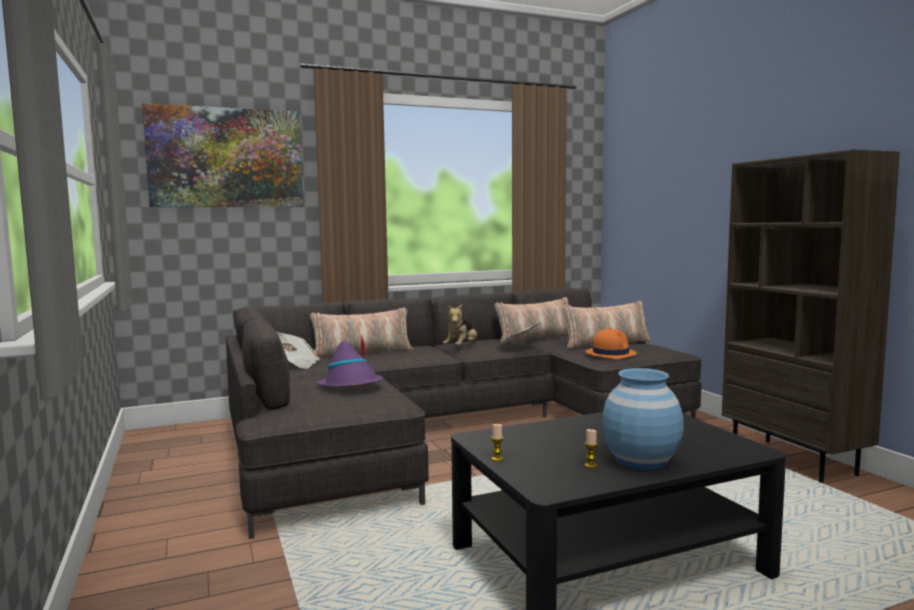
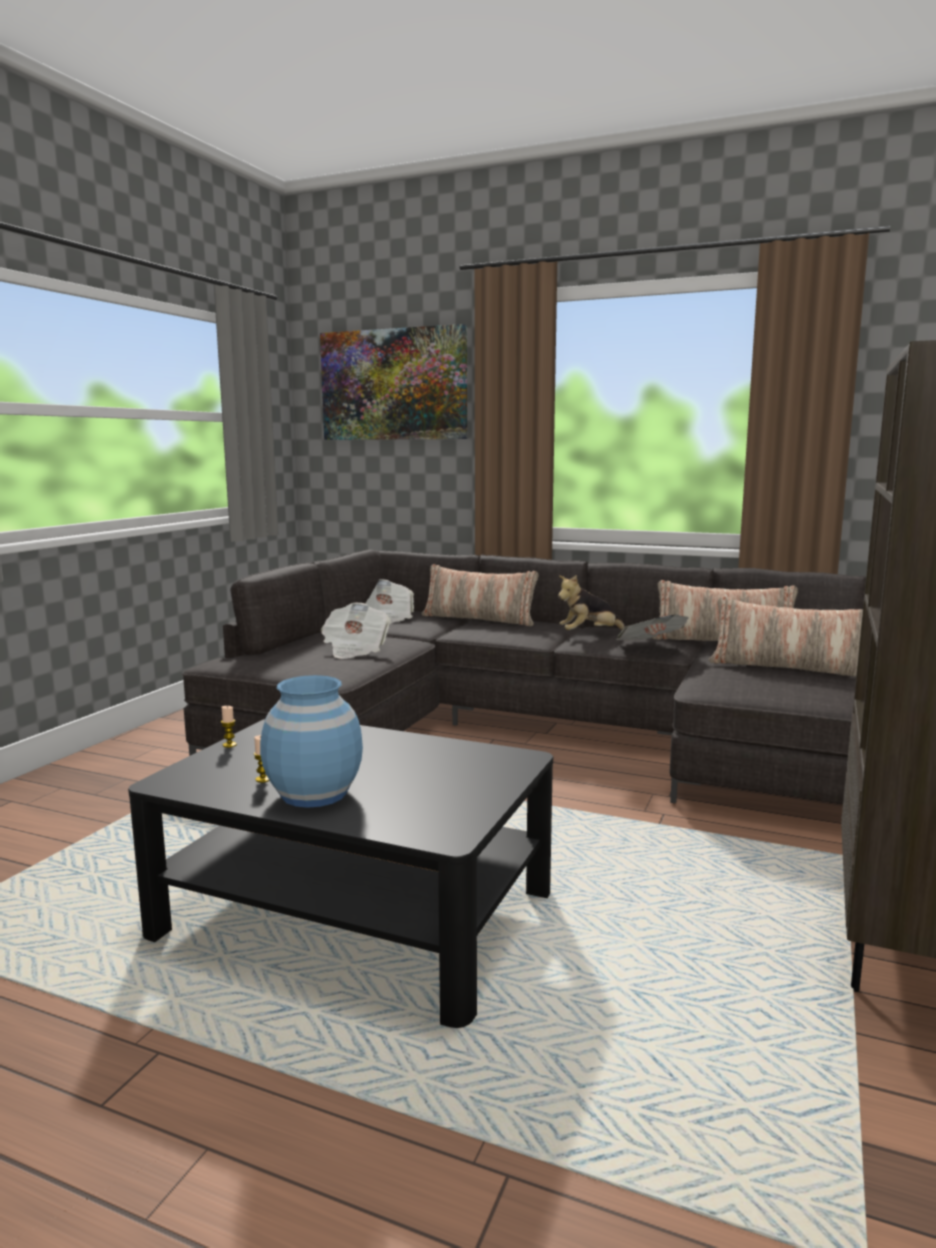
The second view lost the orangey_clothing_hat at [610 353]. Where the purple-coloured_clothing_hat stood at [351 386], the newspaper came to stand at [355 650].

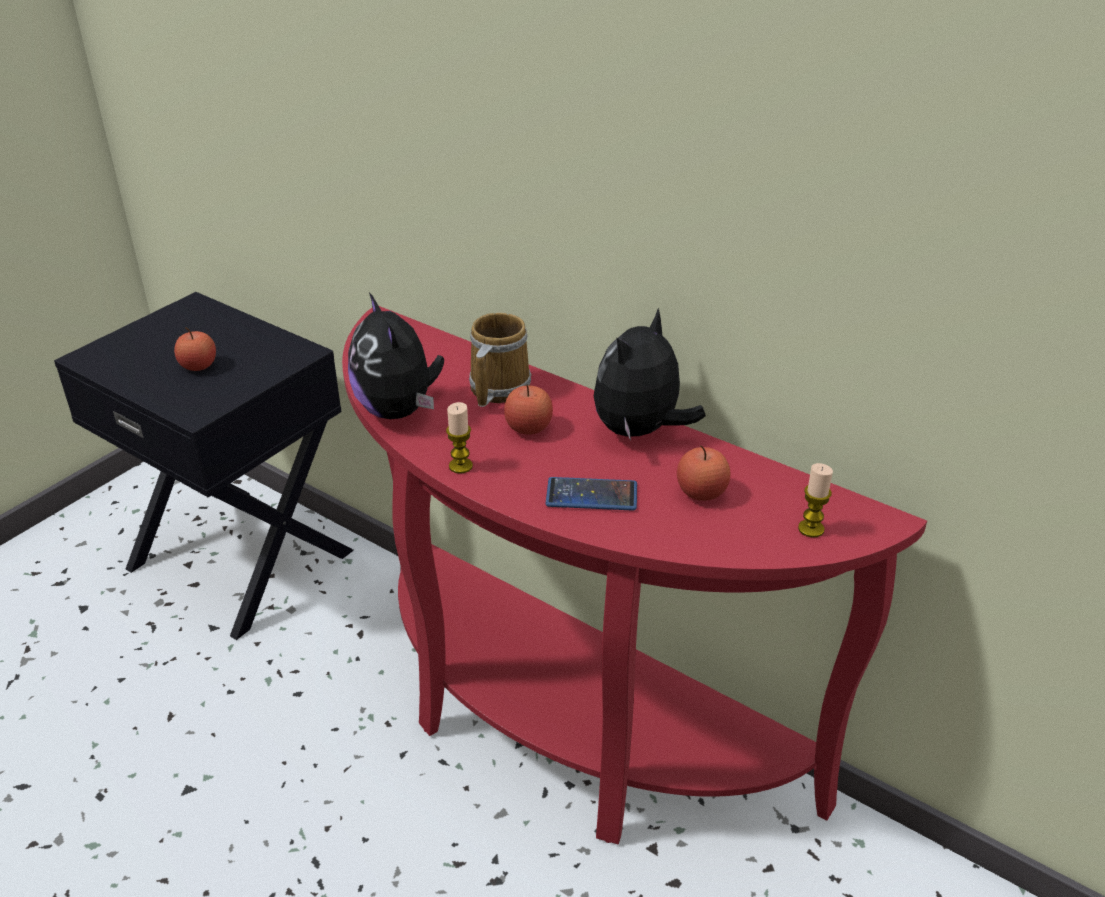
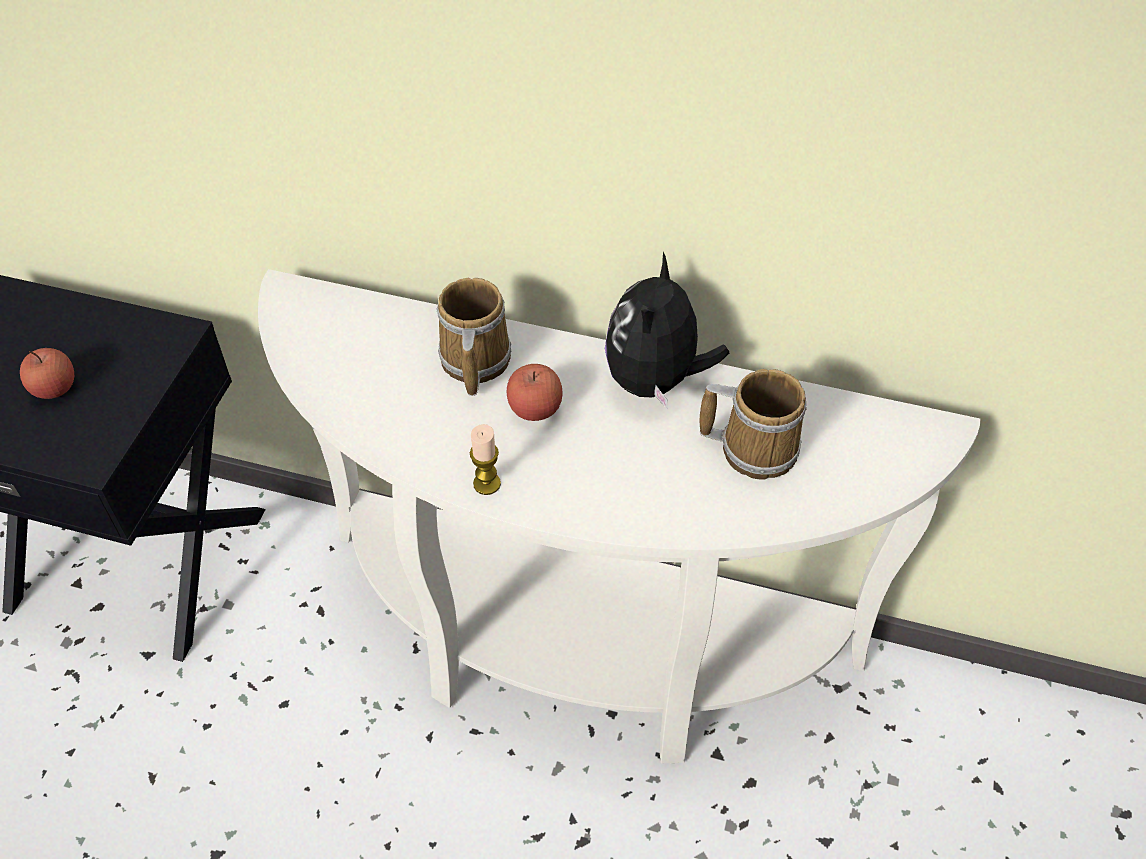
The second view lost the plush_toy at [399 410]. What was the red_hall_table at [560 725] turned into the whitish_hall_table at [576 651]. Where the apple_fruit stood at [701 492], the coffee_mug came to stand at [754 446]. The second view lost the candle at [811 529]. The second view lost the handset at [591 495].

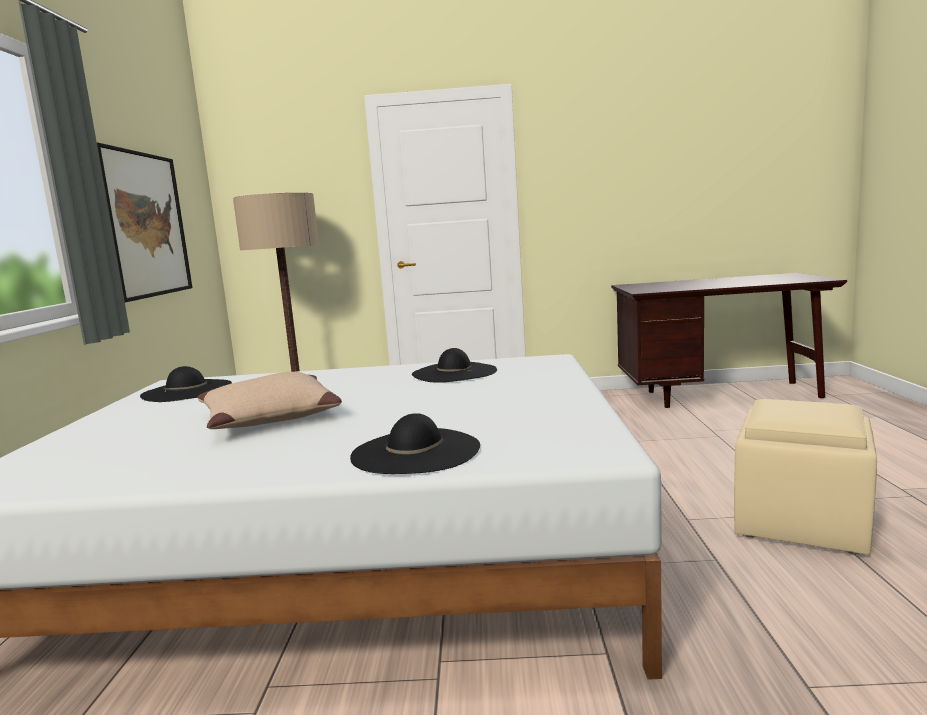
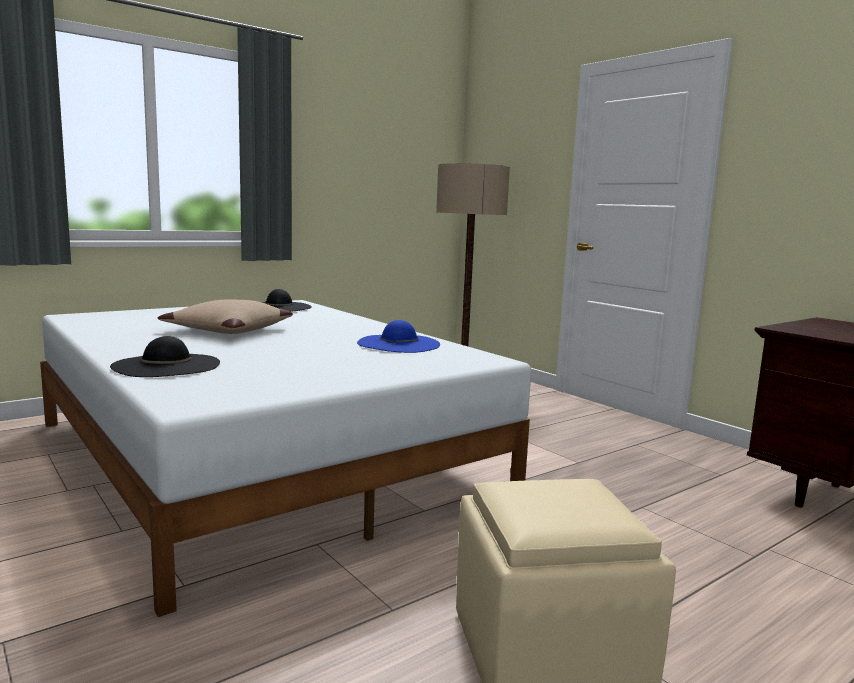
The second view lost the picture at [144 225]. What was the black_clothing_hat at [454 372] turned into the blue_clothing_hat at [399 344].

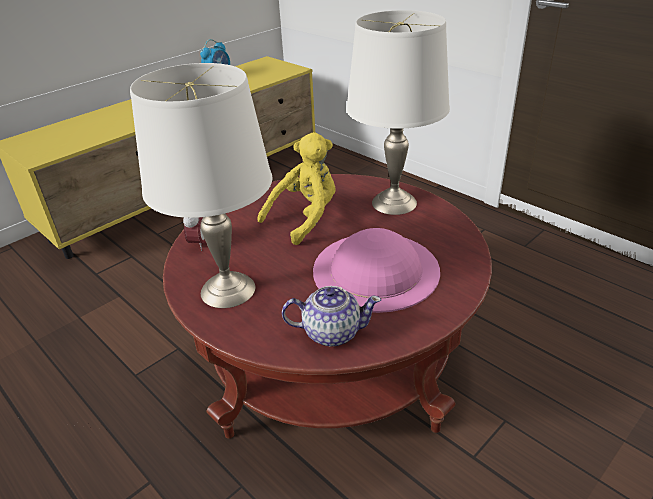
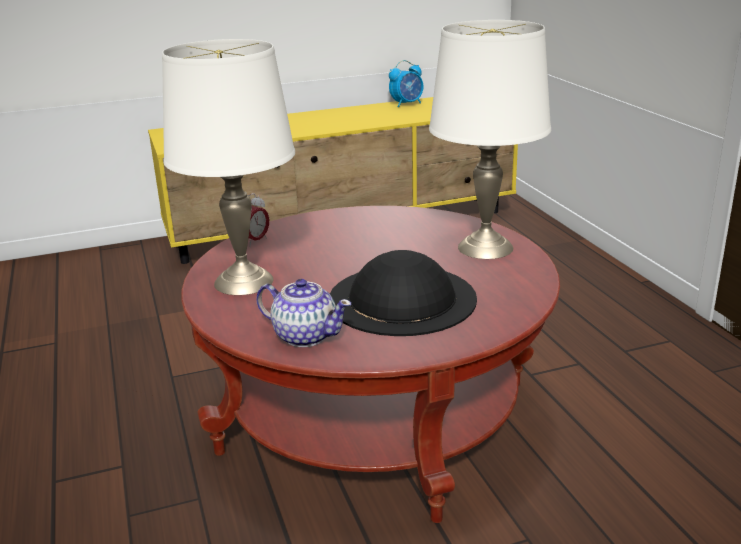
The second view lost the yellowish_plush_toy at [305 218]. What was the pink_clothing_hat at [375 270] turned into the black_clothing_hat at [401 298].

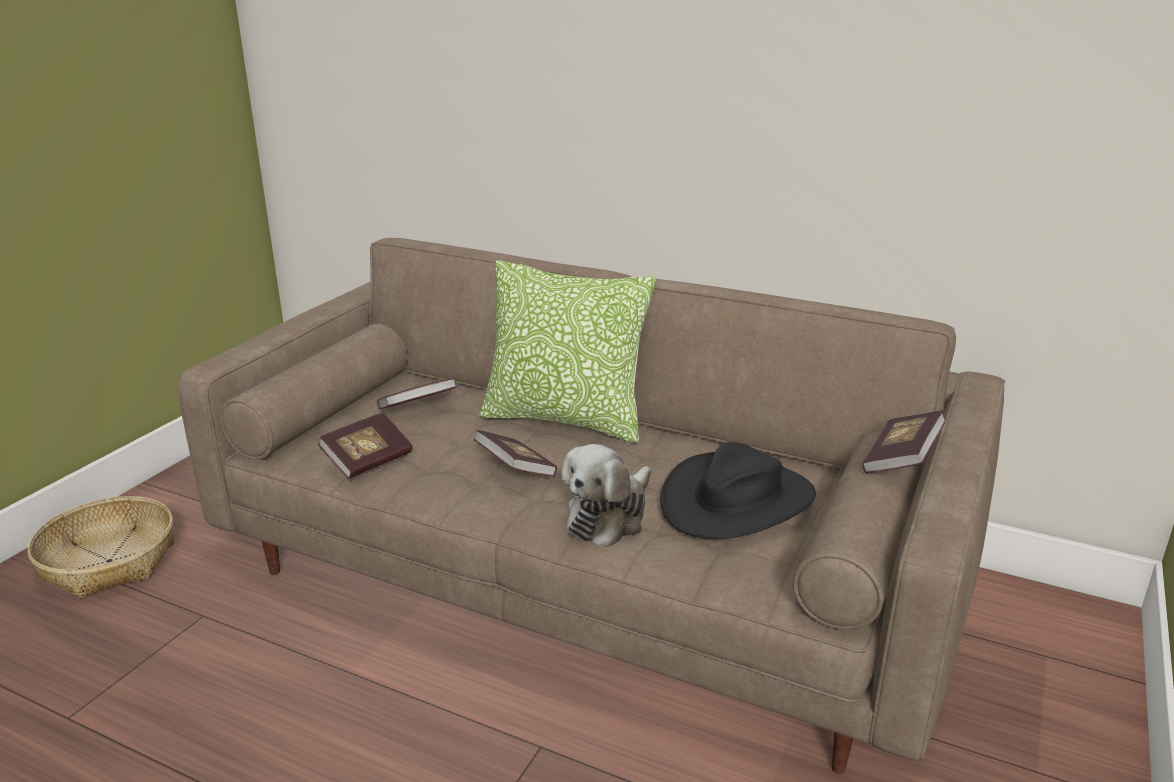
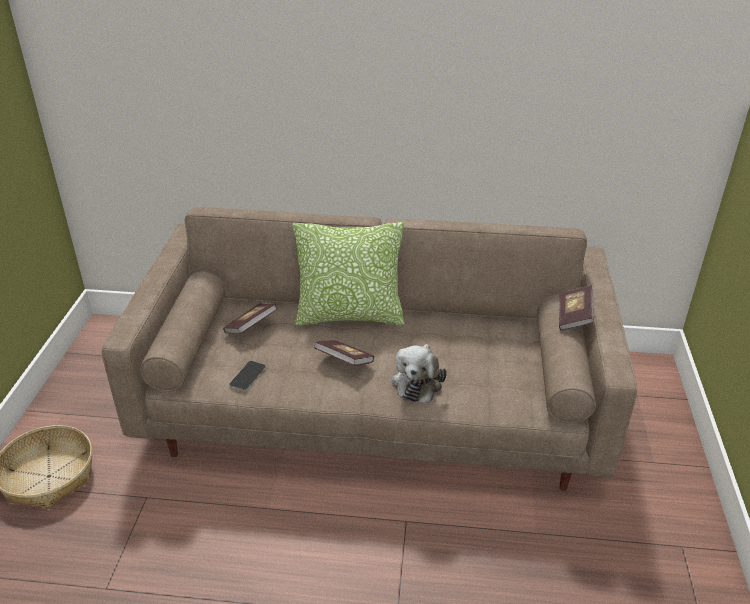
Where the book stood at [368 461], the handset came to stand at [247 376]. The second view lost the black_clothing_hat at [737 500].

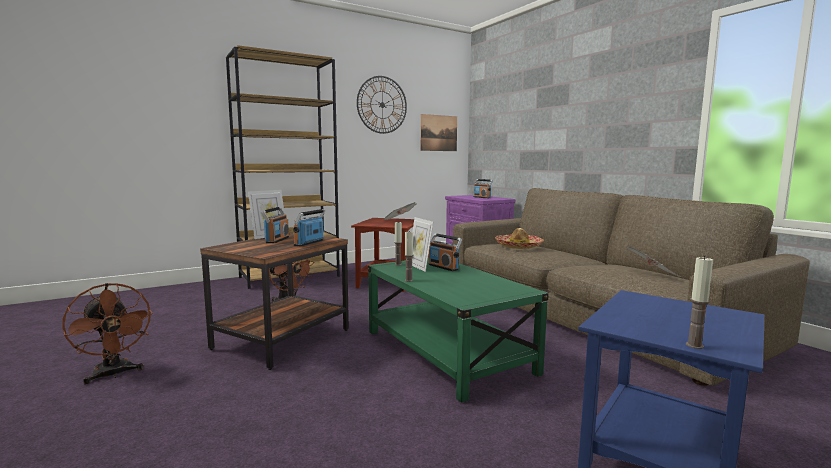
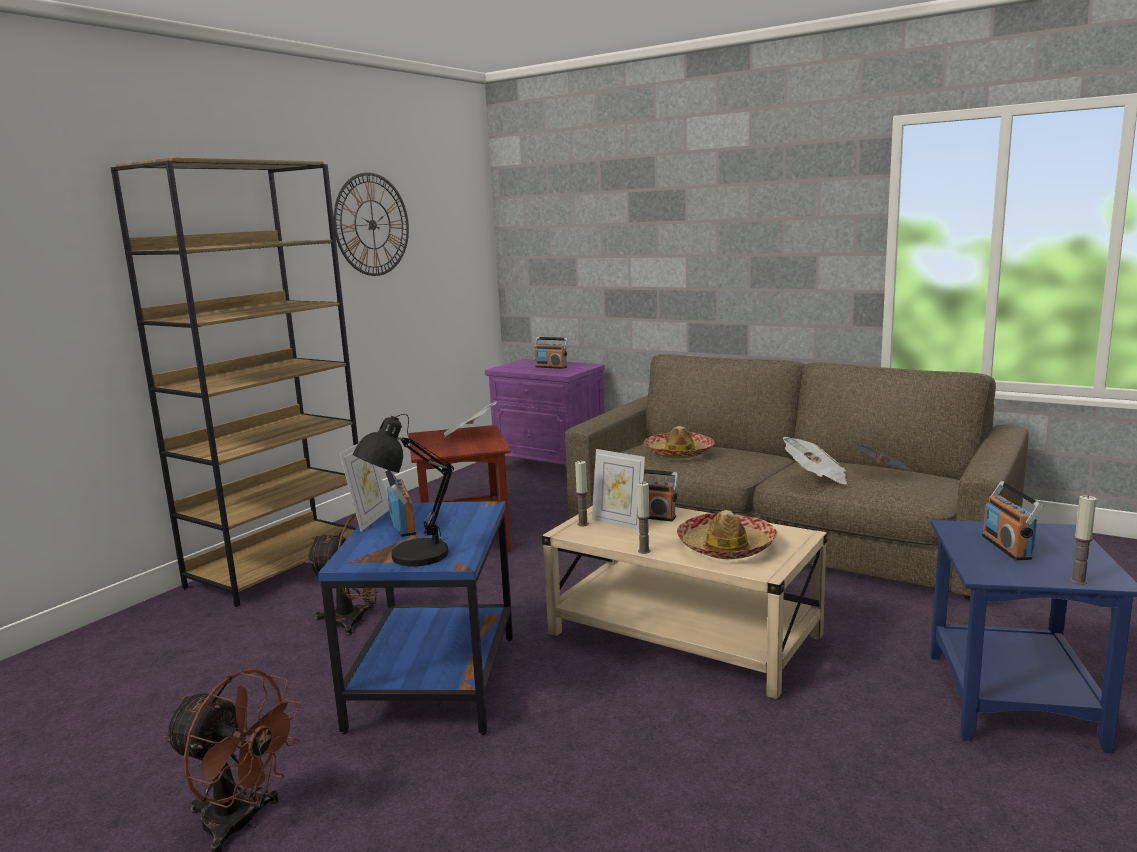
The second view lost the picture at [438 133]. The radio_receiver ended up elsewhere, having gone from [309 243] to [1007 547]. What was the brownish_side_table at [281 339] turned into the blue_side_table at [432 682]. What was the green-coloured_low_table at [447 352] turned into the sand-coloured_low_table at [683 636]. The second view gained the black_lamp_for_a_table at [412 557]. The second view gained the newspaper at [816 477]. The second view gained the clothing_hat at [726 547].

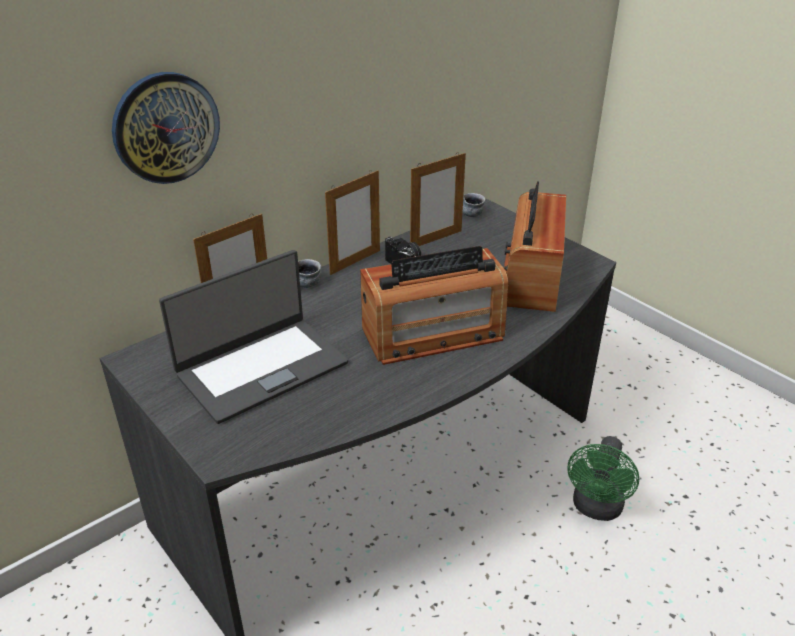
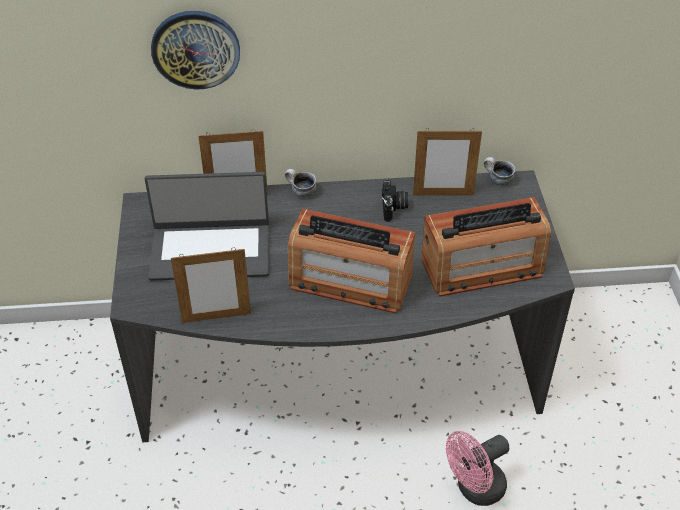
The picture_frame ended up elsewhere, having gone from [355 262] to [216 317]. The radio_receiver at [531 277] ended up facing another way, 150 degrees counterclockwise from before. What was the green-coloured_fan at [596 509] turned into the pink_fan at [475 489].

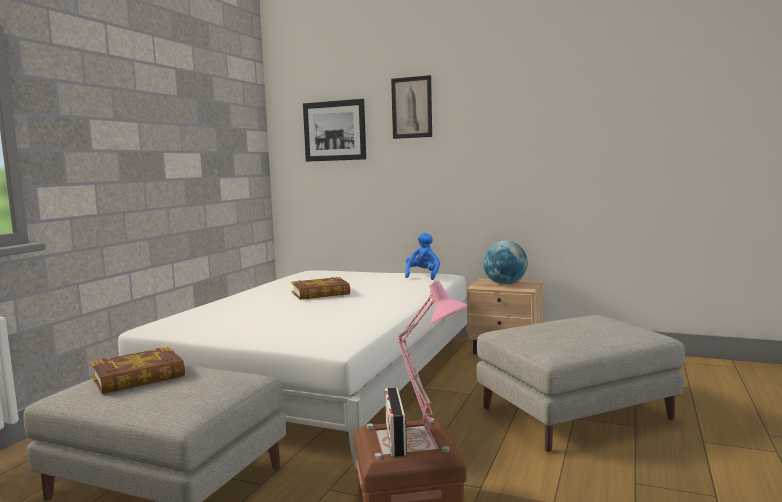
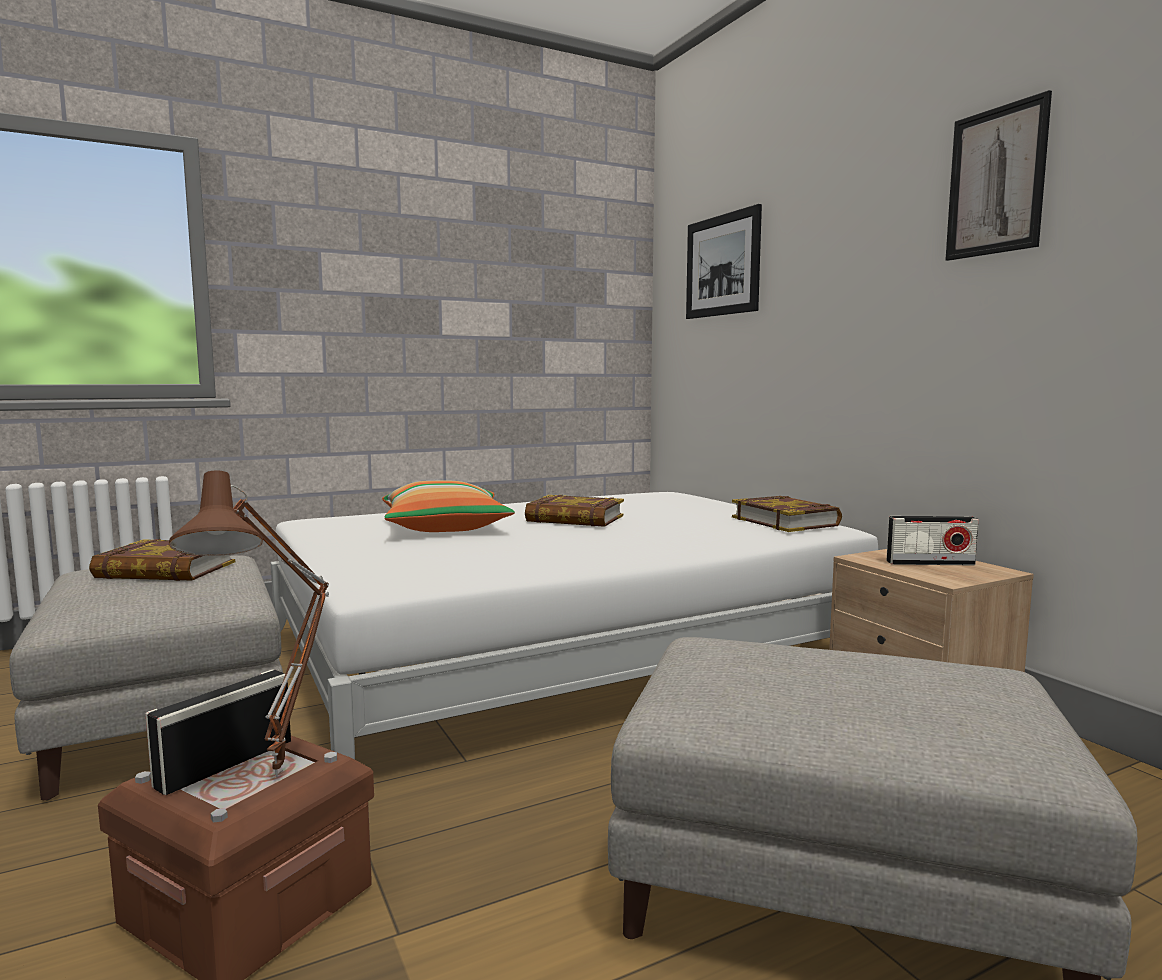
The picture ended up elsewhere, having gone from [411 107] to [996 181]. Where the blue_plush_toy stood at [423 276], the book came to stand at [785 521]. Where the world_globe stood at [505 284], the radio_receiver came to stand at [930 563]. What was the pink_lamp_for_a_table at [430 432] turned into the brownish_lamp_for_a_table at [283 775]. The second view gained the cushion at [445 527].

